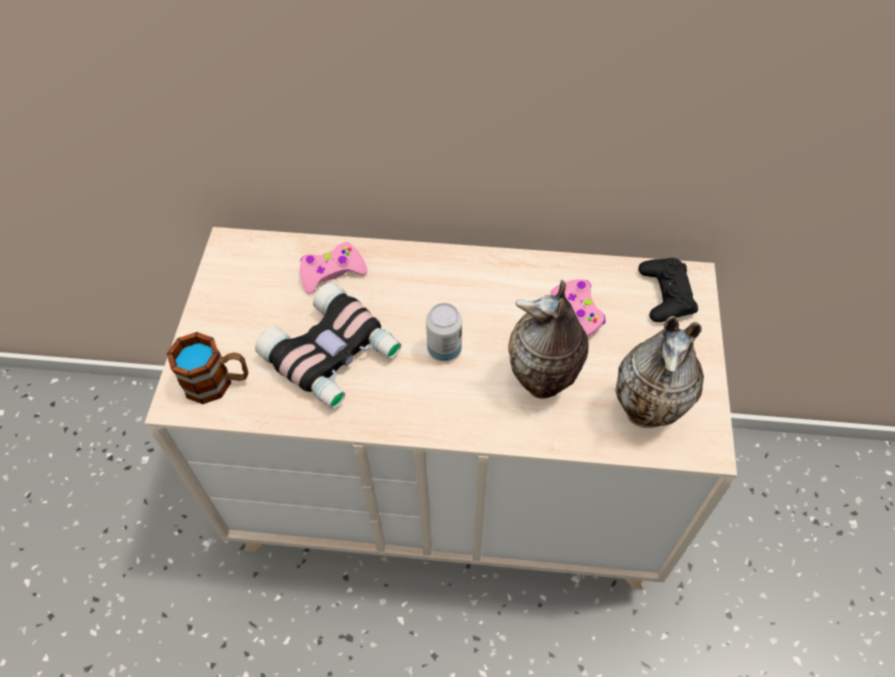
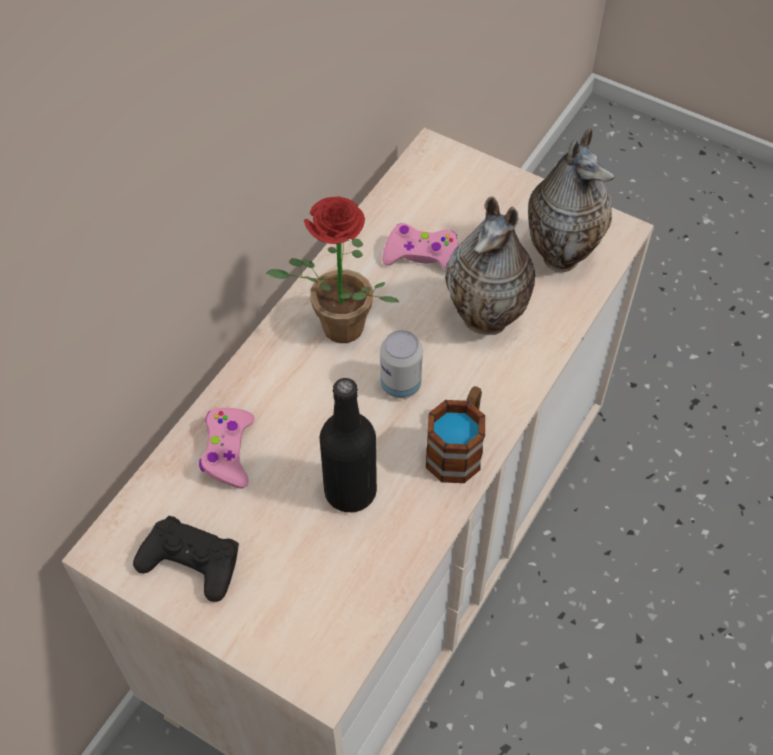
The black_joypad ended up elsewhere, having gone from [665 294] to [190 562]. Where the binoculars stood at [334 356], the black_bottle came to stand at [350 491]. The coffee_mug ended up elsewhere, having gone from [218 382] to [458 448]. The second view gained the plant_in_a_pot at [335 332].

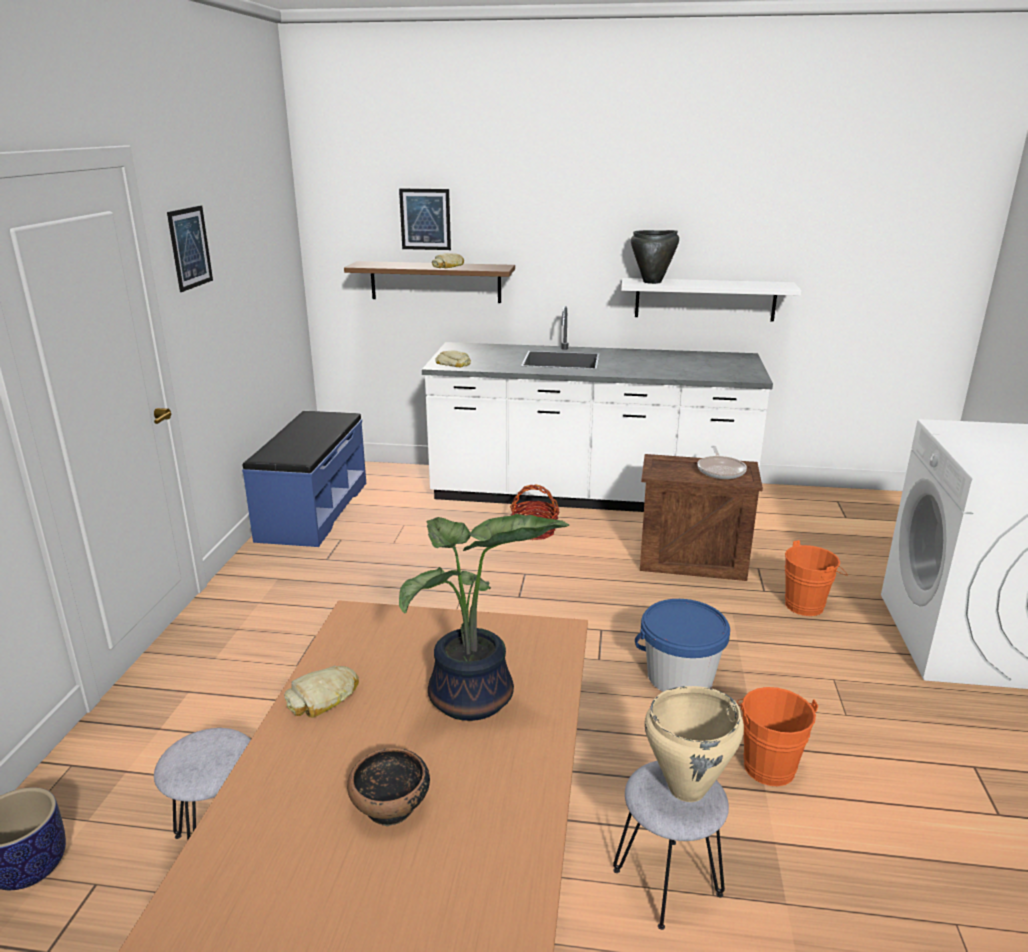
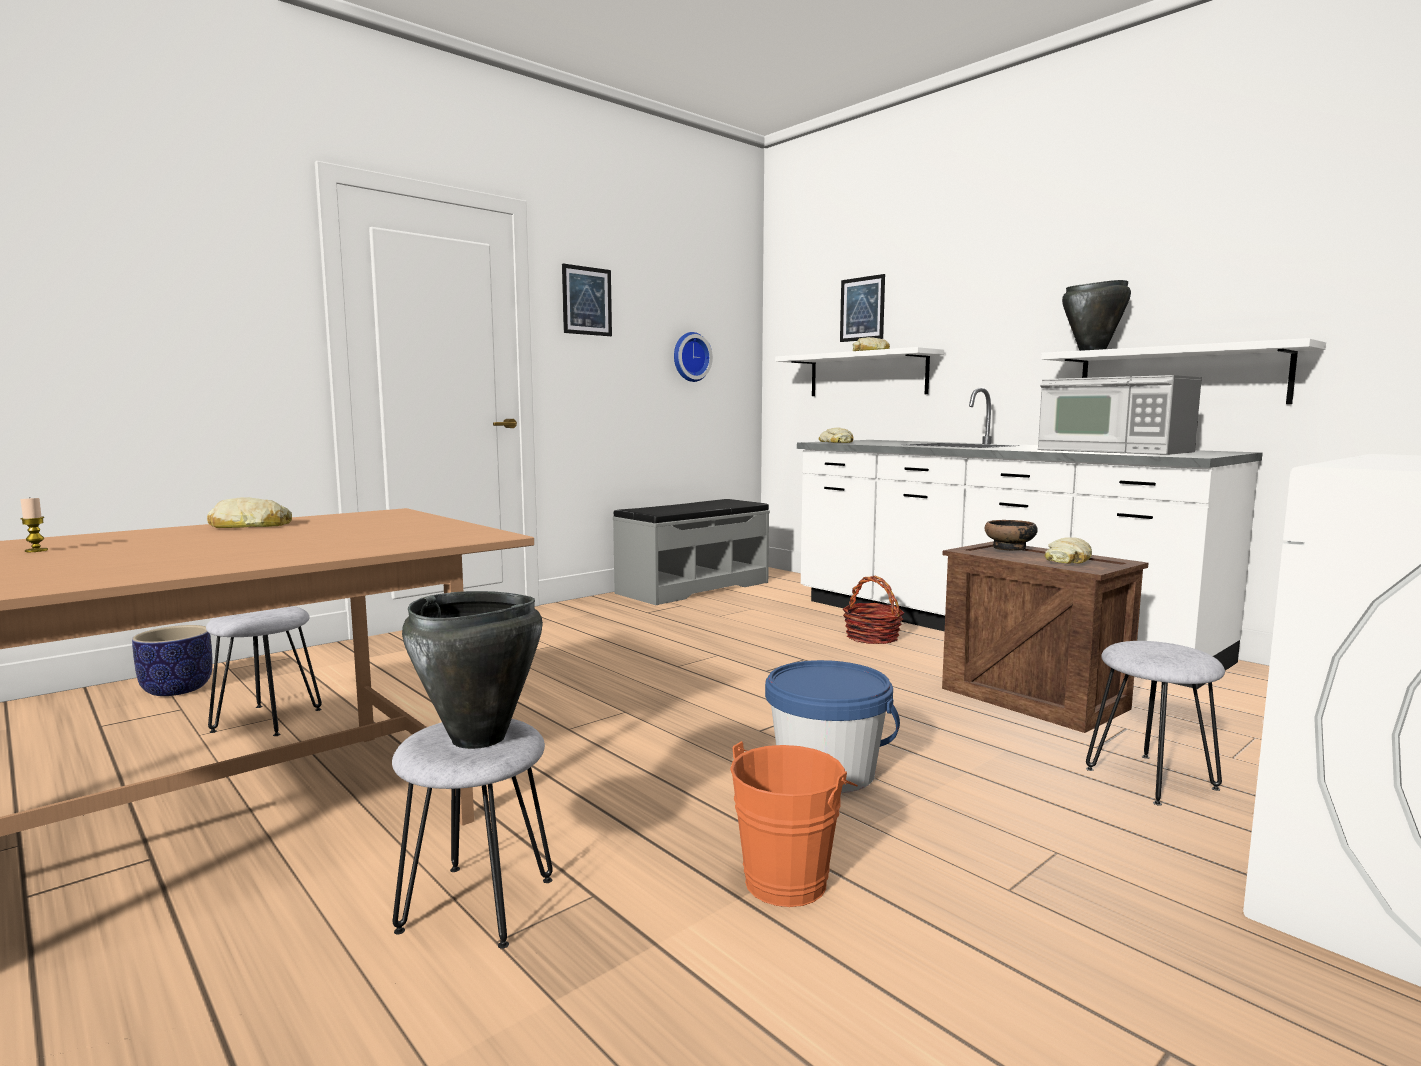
What was the brownish_shelf at [435 282] turned into the whitish_shelf at [867 374]. What was the blue_long_seat at [312 510] turned into the gray_long_seat at [693 587]. Where the pan stood at [720 470], the baked_bread came to stand at [1070 559]. The second view lost the plant_in_a_pot at [473 701]. Where the orangey_bucket stood at [808 605], the gray_stool came to stand at [1150 778]. What was the sand-coloured_saucepot at [688 789] turned into the black_saucepot at [478 739]. The serving_bowl ended up elsewhere, having gone from [391 806] to [1010 548]. The second view gained the hanging_clock at [690 357]. The second view gained the microwave at [1113 451]. The second view gained the candle at [36 550].

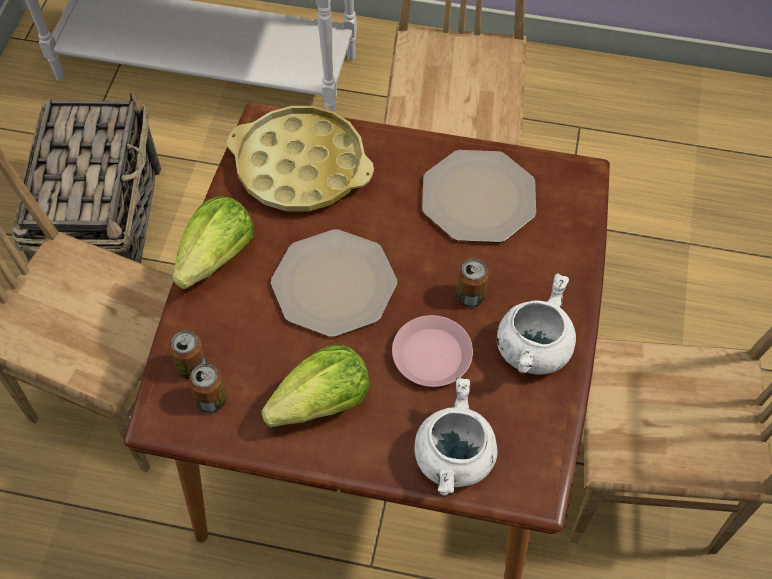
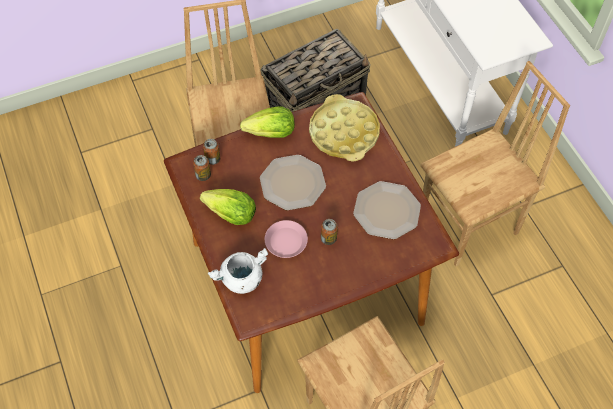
The second view lost the whitish_saucepot at [532 348].

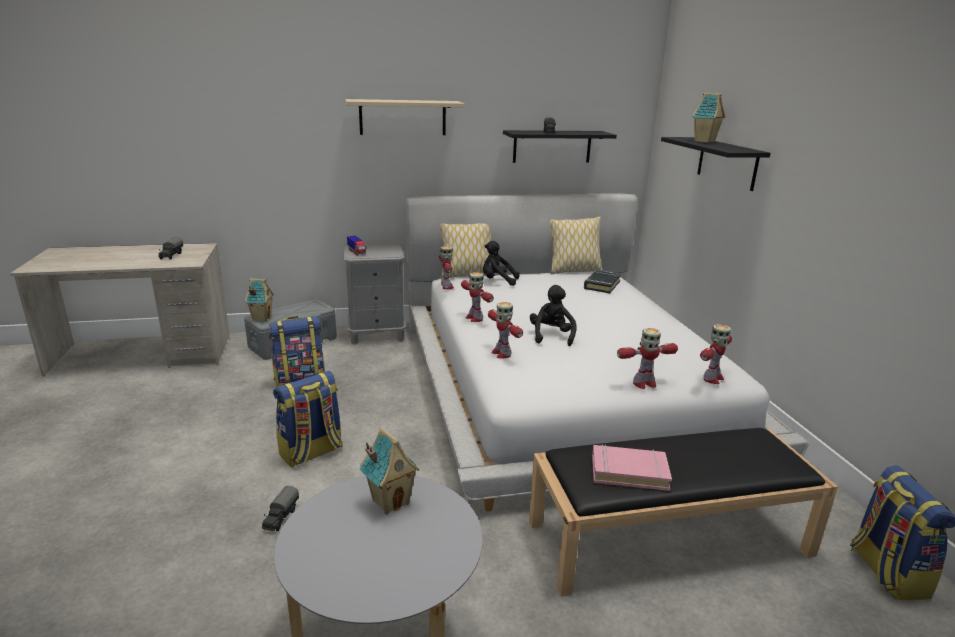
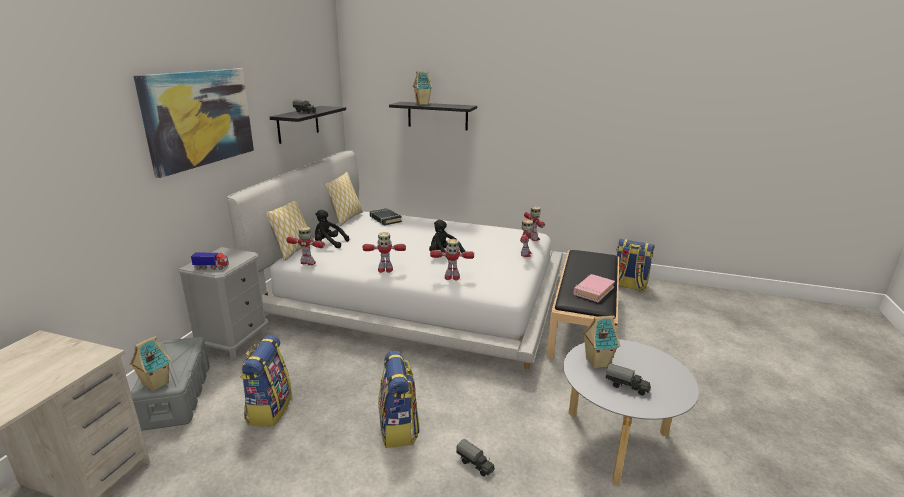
Where the sand-coloured_shelf hung at [402 117], the picture came to hang at [200 118]. The toy_truck ended up elsewhere, having gone from [171 256] to [627 386]. The black_plush_toy at [497 281] ended up facing another way, 60 degrees clockwise from before.

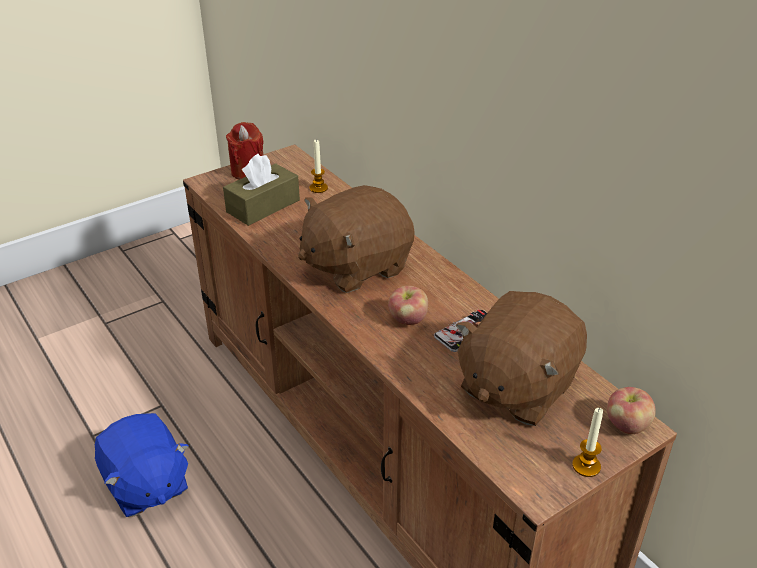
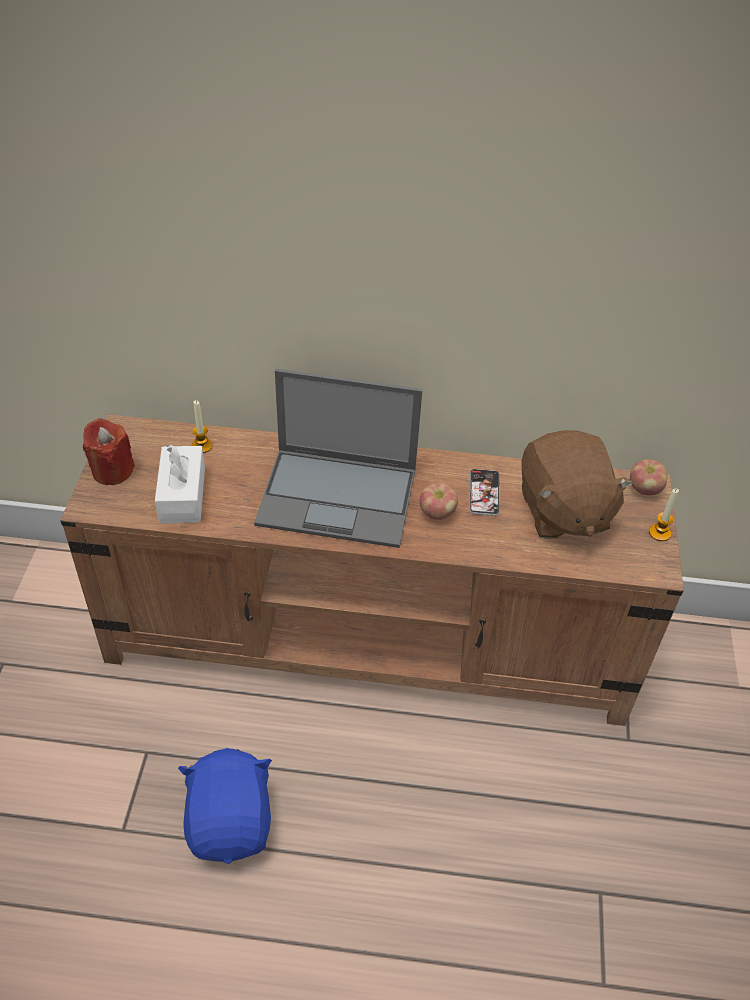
What was the brownish_tissue_holder at [263 206] turned into the whitish_tissue_holder at [182 495]. Where the brownish_plush_toy stood at [356 266], the laptop came to stand at [339 497]. The blue_plush_toy at [146 485] ended up facing another way, 105 degrees counterclockwise from before.

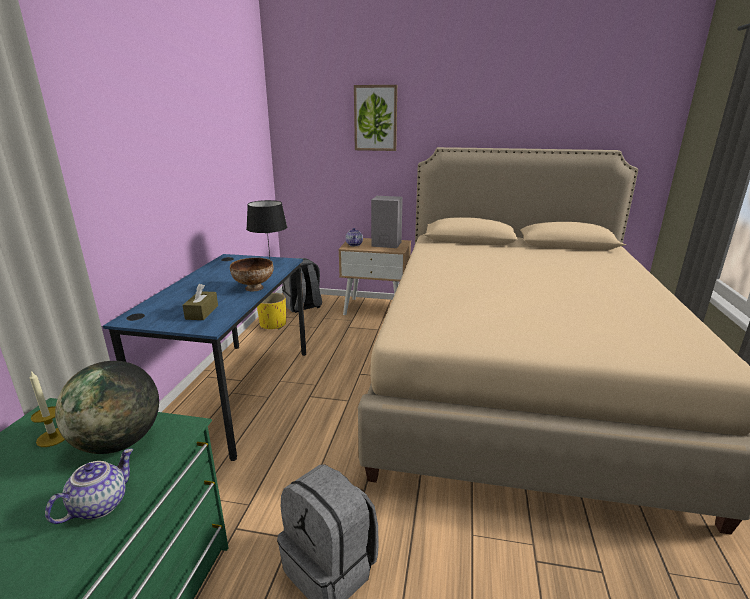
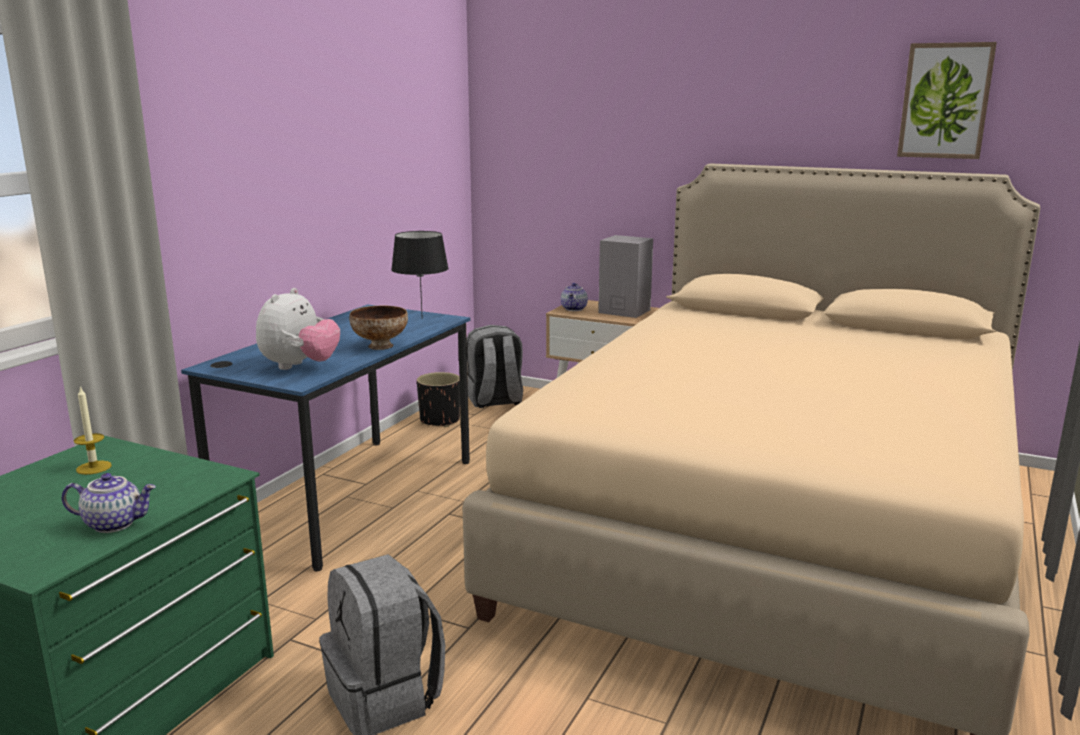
The picture ended up elsewhere, having gone from [375 118] to [945 101]. Where the brownish_tissue_holder stood at [202 312], the plush_toy came to stand at [300 366]. What was the yellowish_planter at [273 324] turned into the black_planter at [440 420]. The second view lost the world_globe at [119 442]. The pot_for_tea at [99 504] ended up facing another way, 45 degrees clockwise from before.

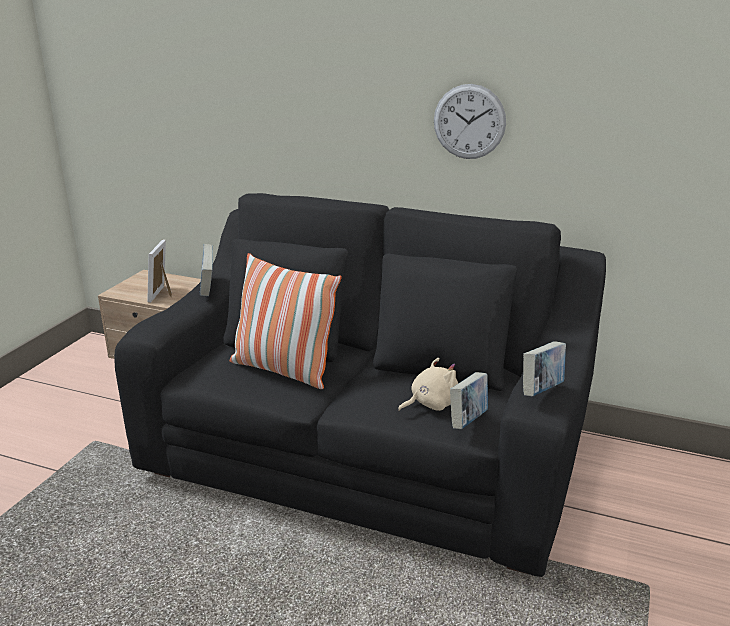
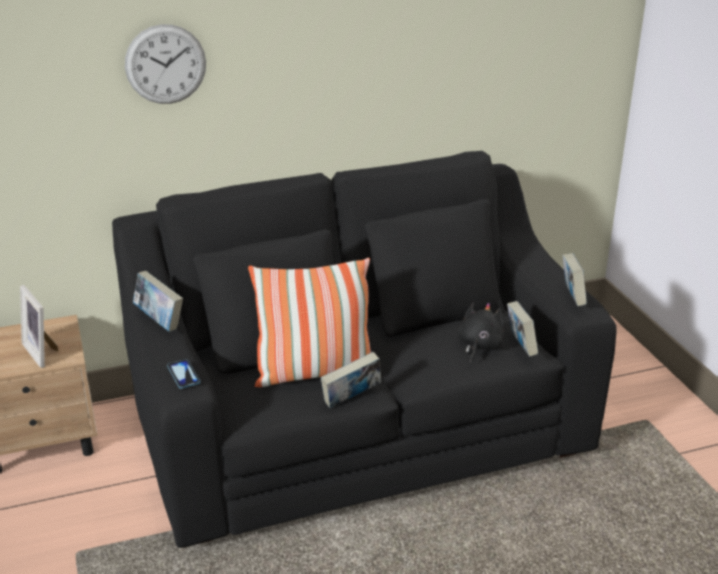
The hanging_clock ended up elsewhere, having gone from [469 122] to [165 64]. What was the sand-coloured_plush_toy at [430 404] turned into the black_plush_toy at [479 346]. The second view gained the book at [351 400]. The second view gained the handset at [183 375].

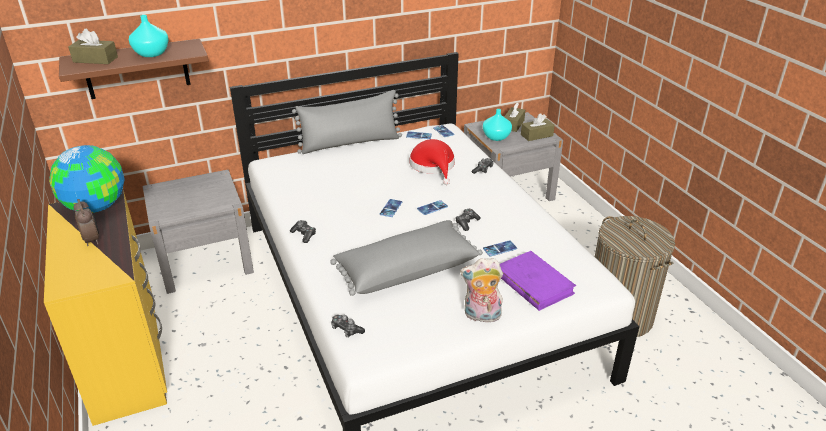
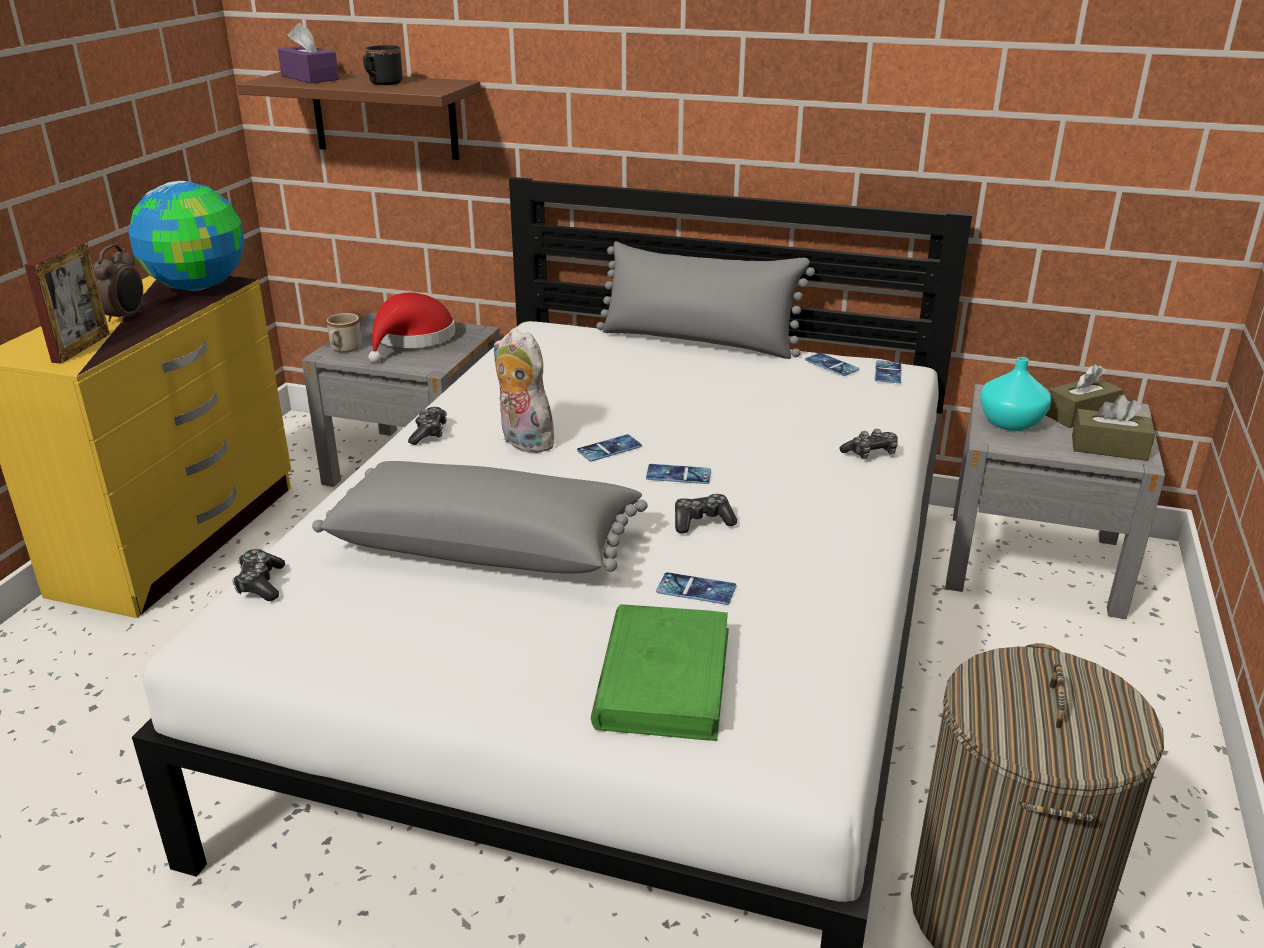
Where the turquoise_decorative_vase stood at [152 54], the black_coffee_mug came to stand at [382 83]. What was the brownish_tissue_holder at [95 59] turned into the purple-coloured_tissue_holder at [310 78]. The red_clothing_hat ended up elsewhere, having gone from [433 166] to [412 339]. What was the purple-coloured_book at [533 283] turned into the green-coloured_book at [663 677]. The plush_toy ended up elsewhere, having gone from [481 316] to [522 442]. The second view gained the picture_frame at [81 348]. The second view gained the sand-coloured_coffee_mug at [344 349].

